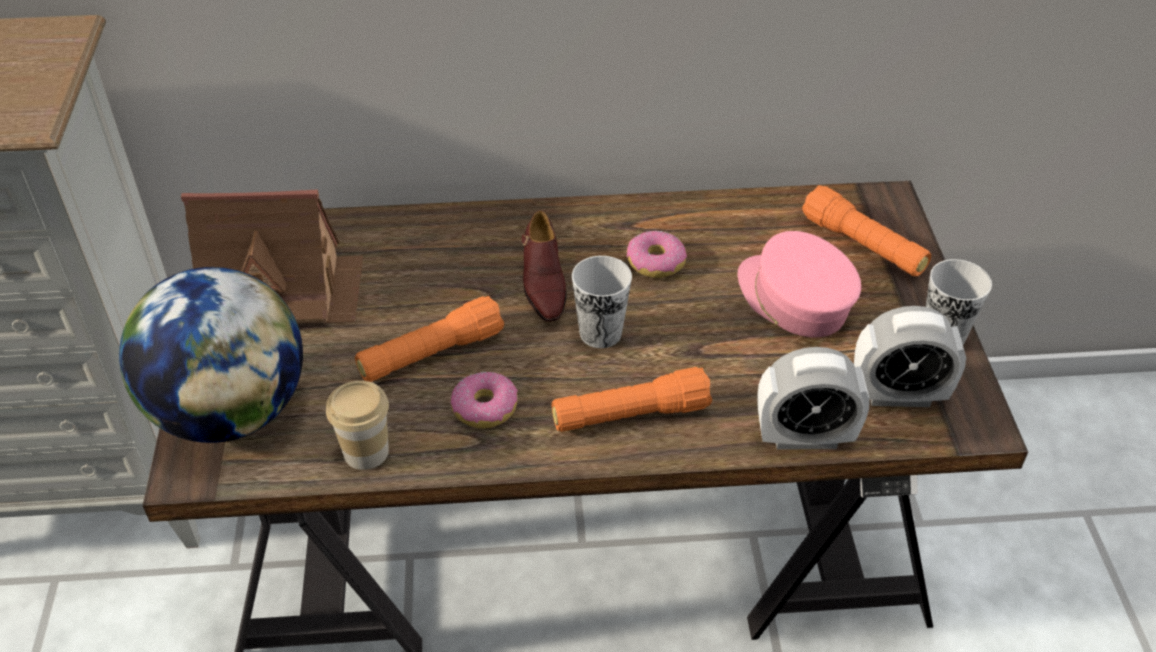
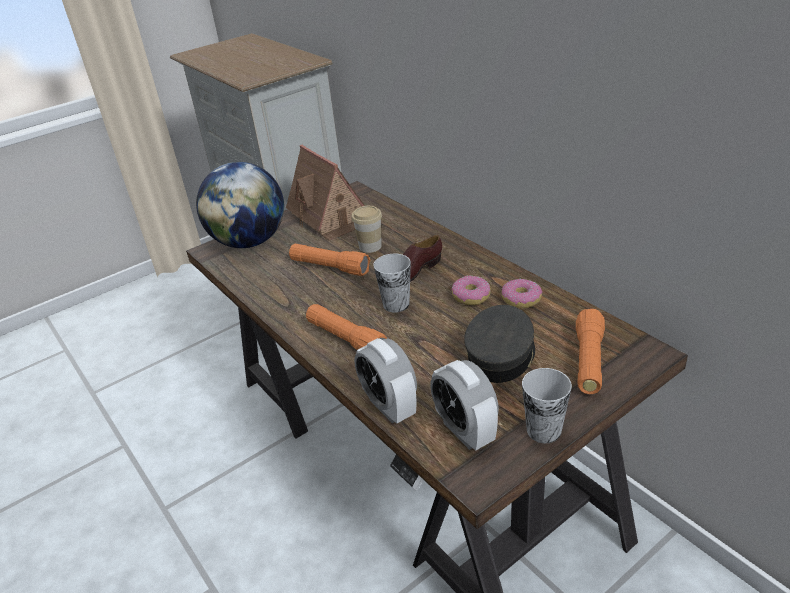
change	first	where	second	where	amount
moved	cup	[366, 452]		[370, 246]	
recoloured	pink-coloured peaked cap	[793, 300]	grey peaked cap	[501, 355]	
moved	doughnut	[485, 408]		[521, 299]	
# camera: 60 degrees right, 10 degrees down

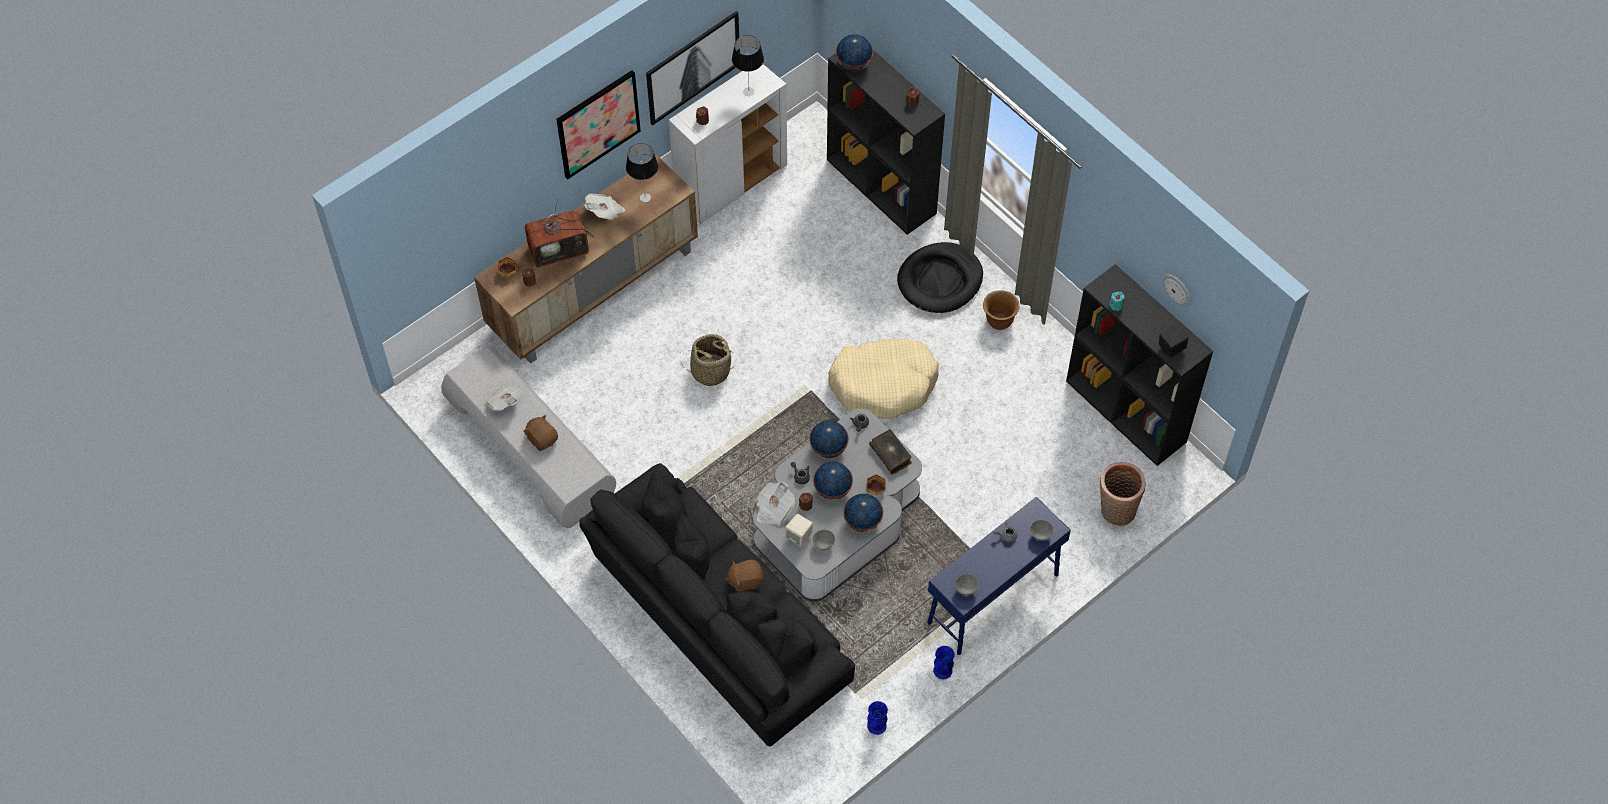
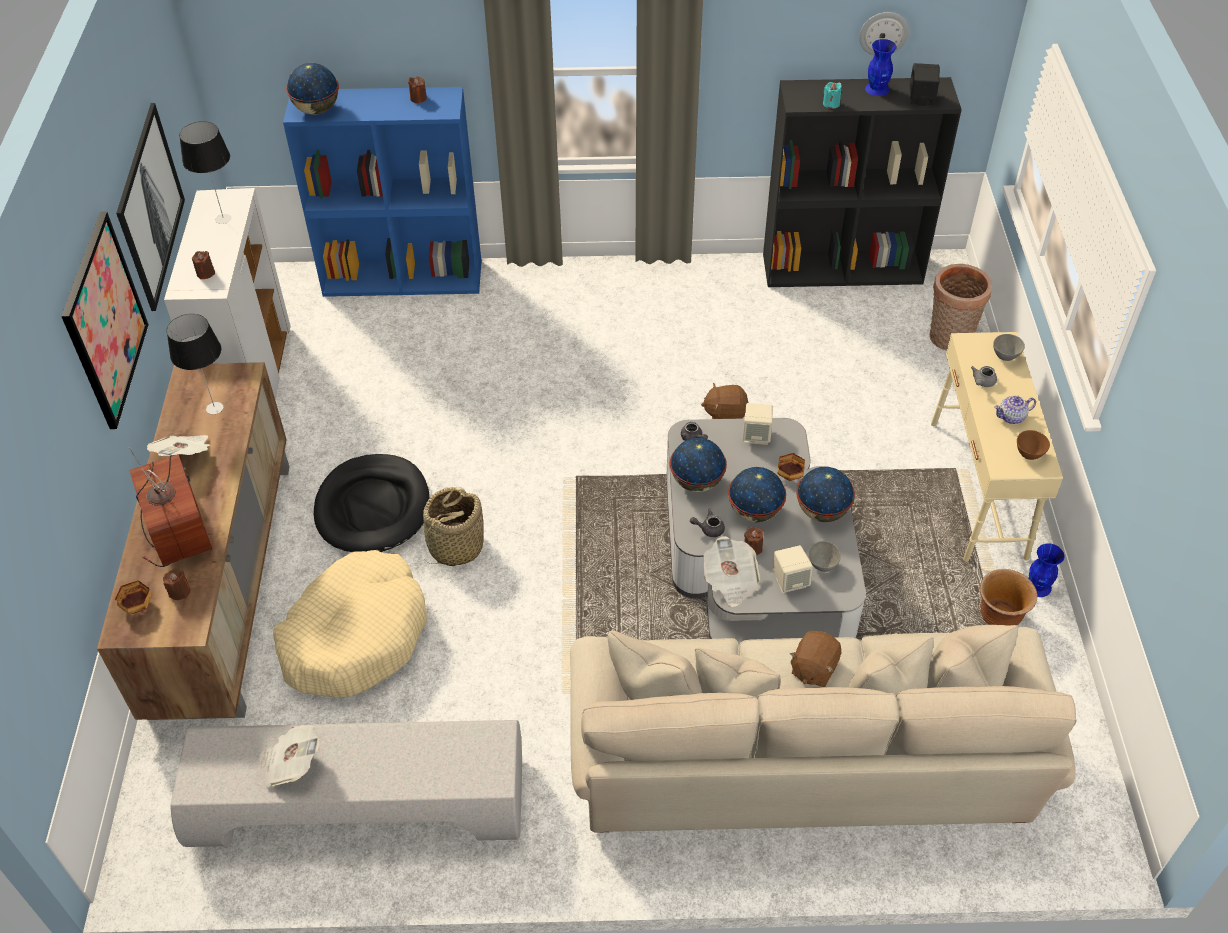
change	first	where	second	where	amount
turned	TV	[560, 248]		[175, 530]	45 degrees counterclockwise
moved	sand-coloured dog bed	[883, 384]		[355, 636]	
recoloured	blackish shelving unit	[882, 186]	blue shelving unit	[404, 277]	
moved	blackish dog bed	[940, 280]		[373, 508]	
recoloured	blackish settee	[718, 623]	sand-coloured settee	[801, 762]	
moved	brownish soft toy	[542, 439]		[725, 413]	
replaced	volume	[891, 454]	sand-coloured loudspeaker	[756, 436]	
moved	blue vase	[876, 726]		[877, 89]	
recoloured	blue hall table	[992, 598]	sand-coloured hall table	[976, 489]	
moved	brownish plant pot	[999, 321]		[999, 618]	
added			teapot	[1011, 417]	
recoloured	grey deep dish	[966, 590]	brownish deep dish	[1029, 455]	
# camera: 50 degrees left, 10 degrees down

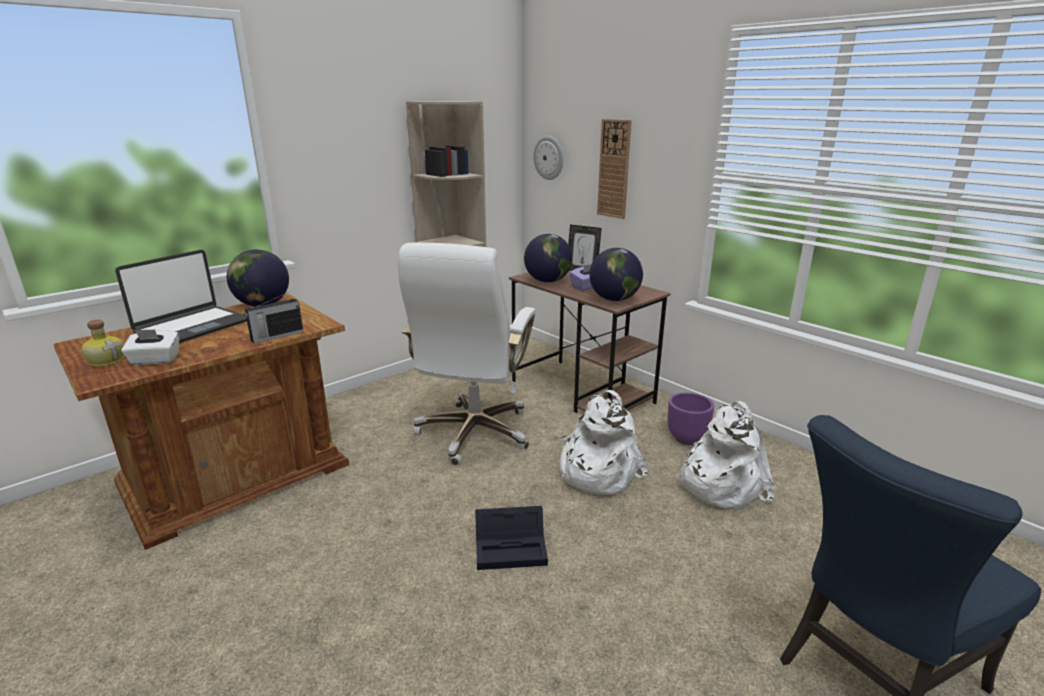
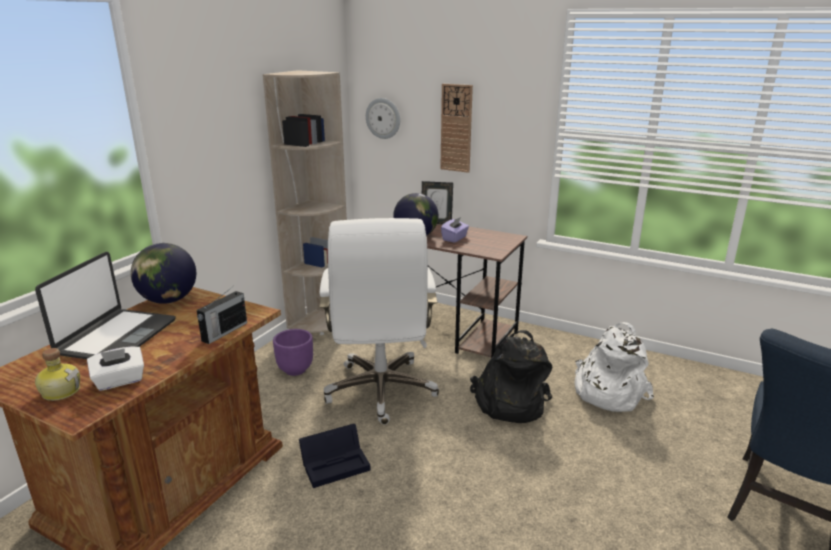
change	first	where	second	where	amount
moved	purple-coloured plant pot	[687, 438]		[295, 369]	
moved	blackish storage box	[512, 547]		[336, 463]	
recoloured	whitish knapsack	[596, 471]	blackish knapsack	[508, 403]	
removed	globe	[614, 299]			
# camera: 20 degrees left, 0 degrees up

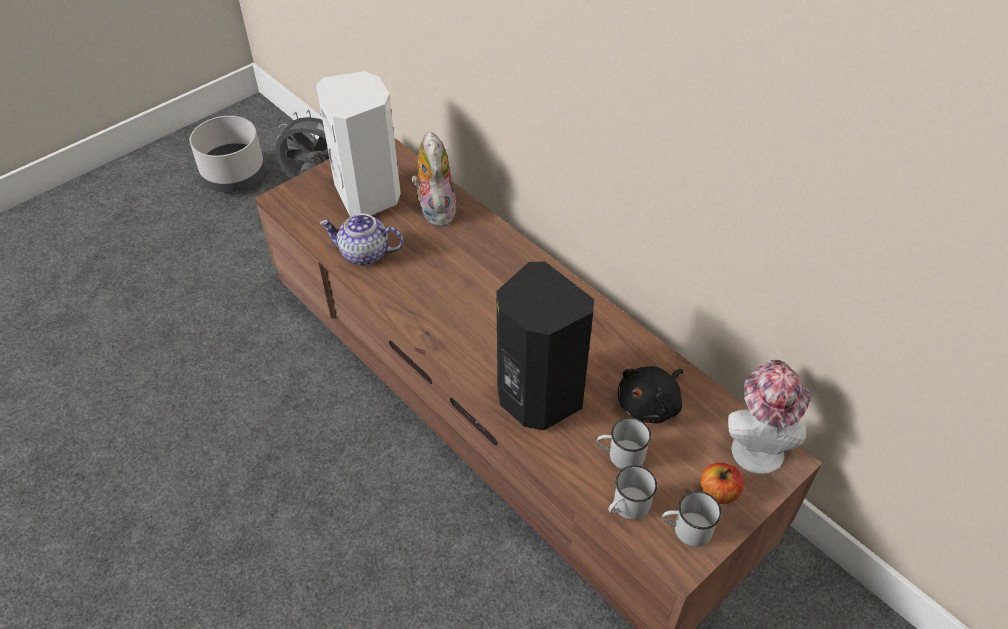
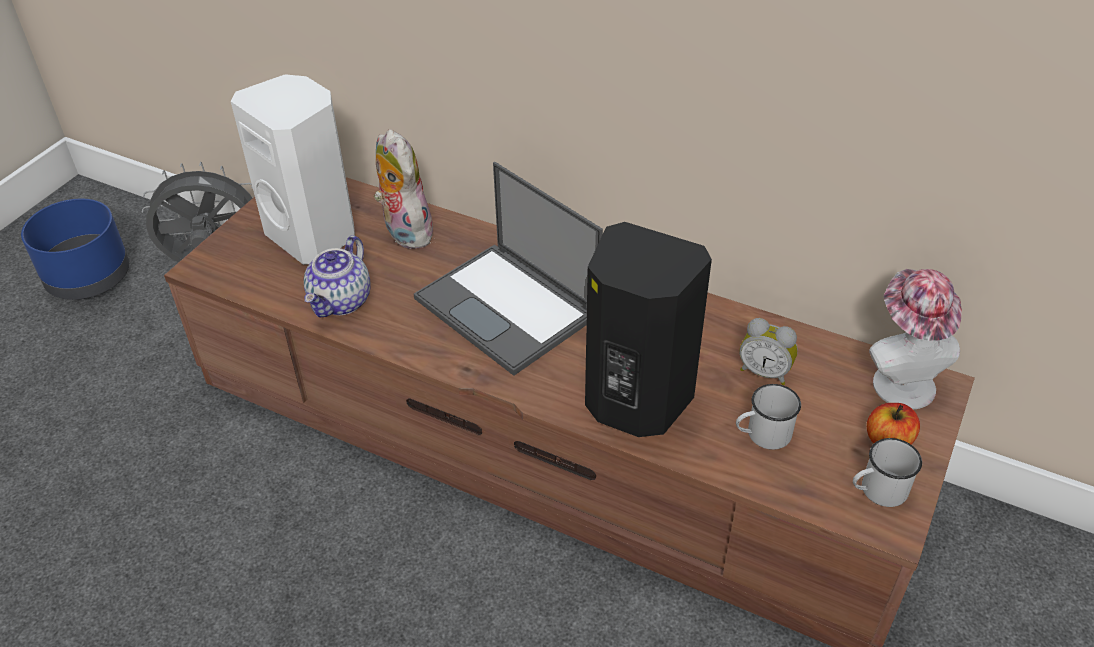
change	first	where	second	where	amount
recoloured	grey plant pot	[234, 176]	blue plant pot	[88, 277]	
turned	teapot	[364, 254]		[341, 301]	60 degrees counterclockwise
added			portable computer	[509, 308]	
replaced	blackish soft toy	[650, 404]	alarm clock	[765, 372]	
removed	whitish tea mug	[627, 507]			
# camera: 20 degrees left, 5 degrees down

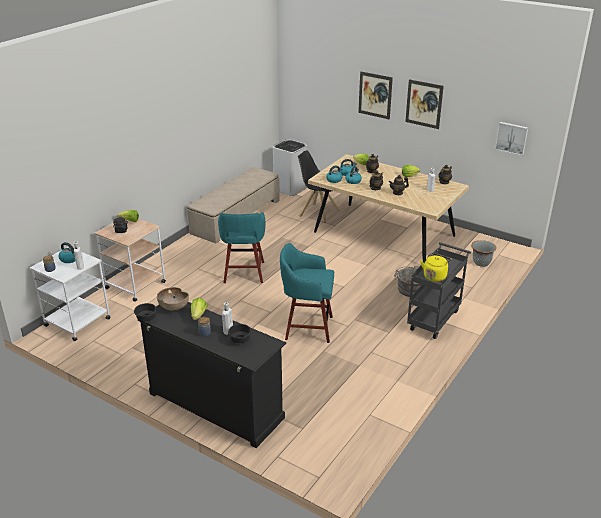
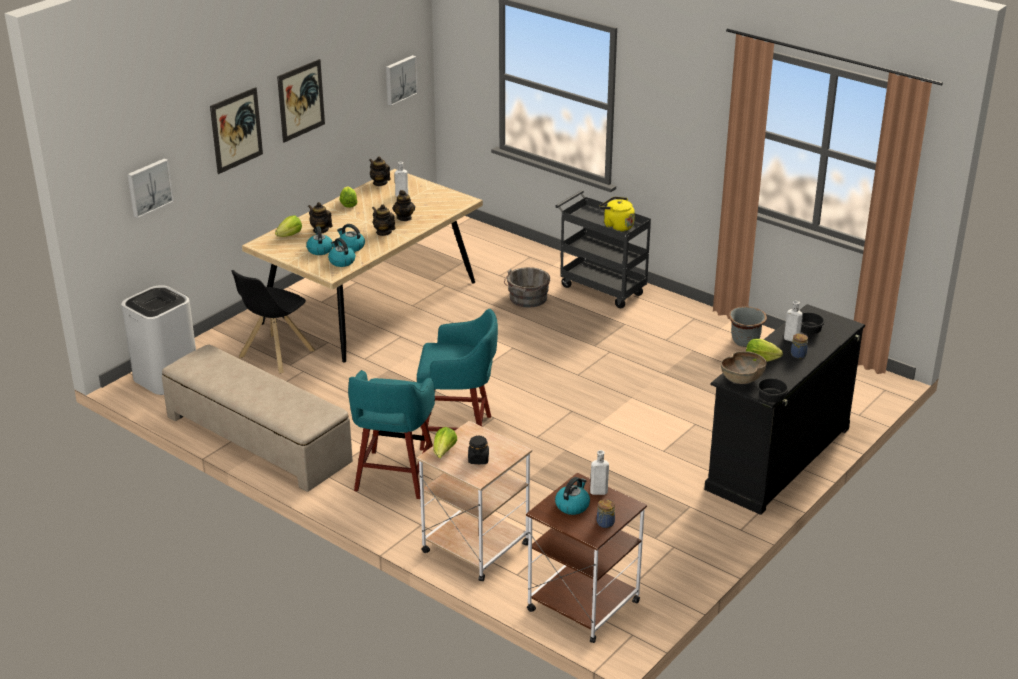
change	first	where	second	where	amount
added			picture	[149, 187]	
moved	turquoise-coloured sitting stool	[307, 327]		[394, 476]	
recoloured	whitish wheeled cart	[78, 321]	brownish wheeled cart	[582, 604]	
moved	grey plant pot	[481, 263]		[745, 342]	
# camera: 85 degrees left, 0 degrees up

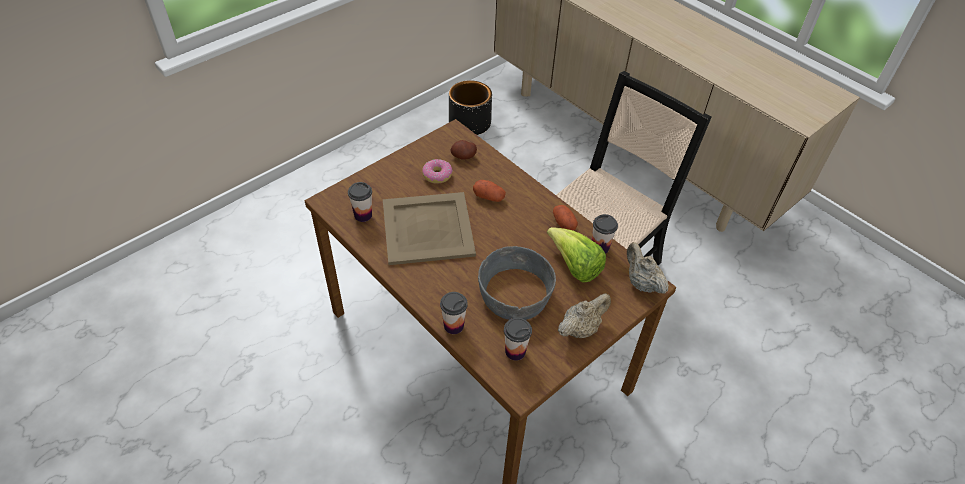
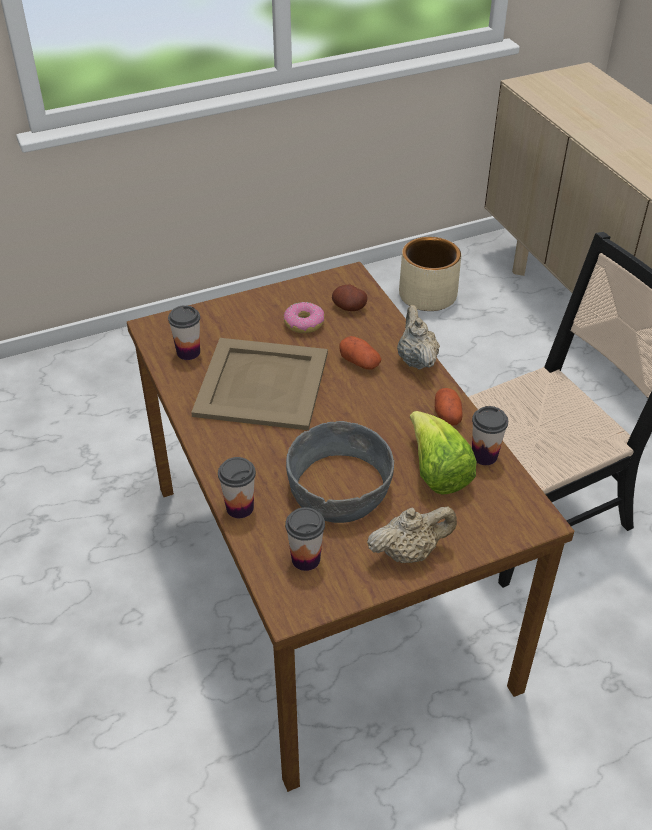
change	first	where	second	where	amount
moved	sand-coloured teapot	[641, 283]		[416, 359]	
recoloured	blackish plant pot	[469, 123]	sand-coloured plant pot	[427, 295]	
# camera: 20 degrees right, 5 degrees down

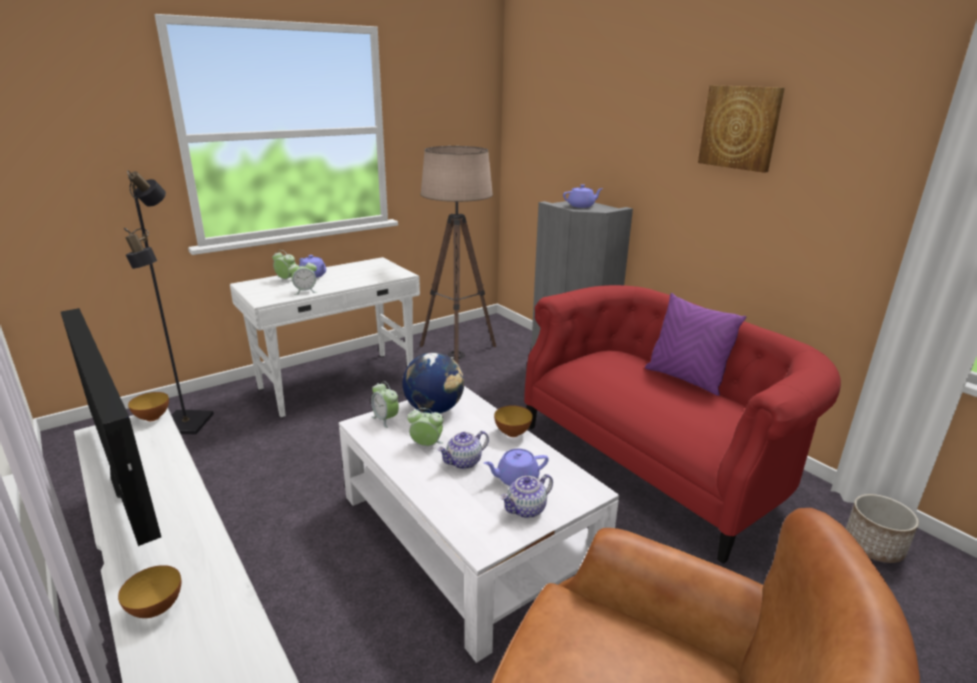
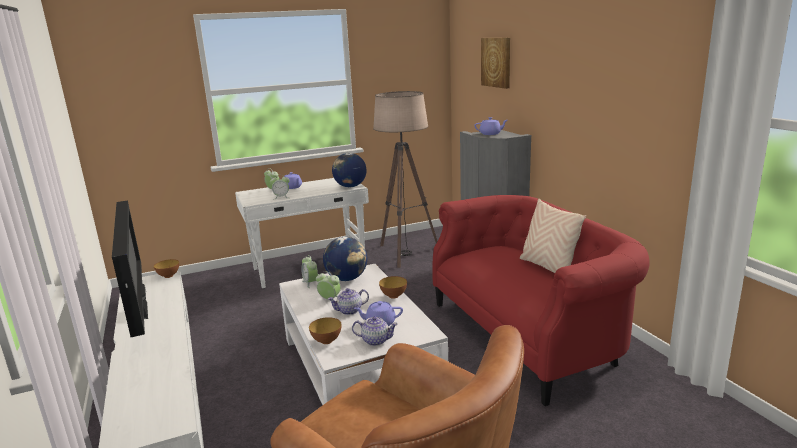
change	first	where	second	where	amount
moved	deep dish	[156, 609]		[326, 341]	
added			globe	[350, 186]	
turned	teapot	[526, 509]		[376, 340]	150 degrees counterclockwise
moved	picture	[740, 127]		[496, 62]	
recoloured	purple-coloured cushion	[685, 379]	sand-coloured cushion	[548, 267]	
removed	blackish standard lamp	[186, 423]			
removed	plant pot	[873, 546]			
# camera: 15 degrees right, 5 degrees down

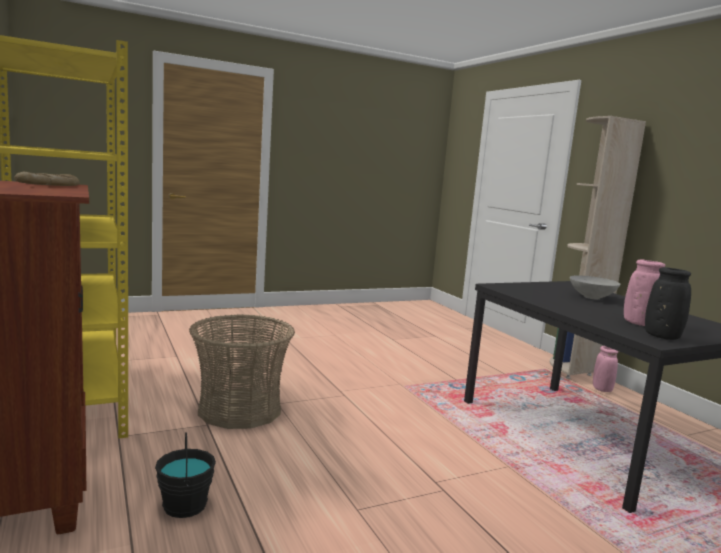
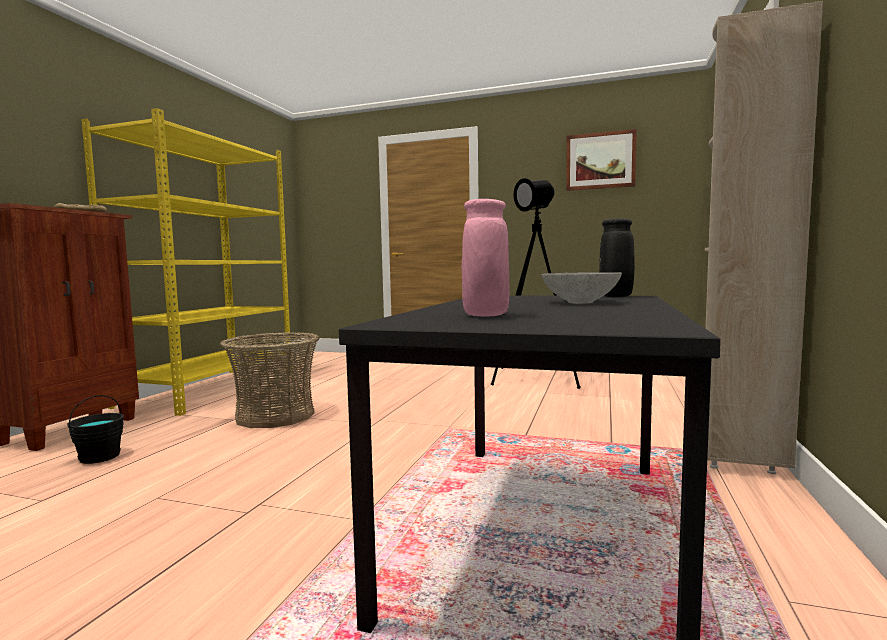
change	first	where	second	where	amount
added			blackish standard lamp	[536, 377]	
added			picture	[600, 161]	
moved	blackish vase	[662, 336]		[615, 296]	
removed	pink-coloured vase	[602, 389]			
# camera: 45 degrees right, 5 degrees down

